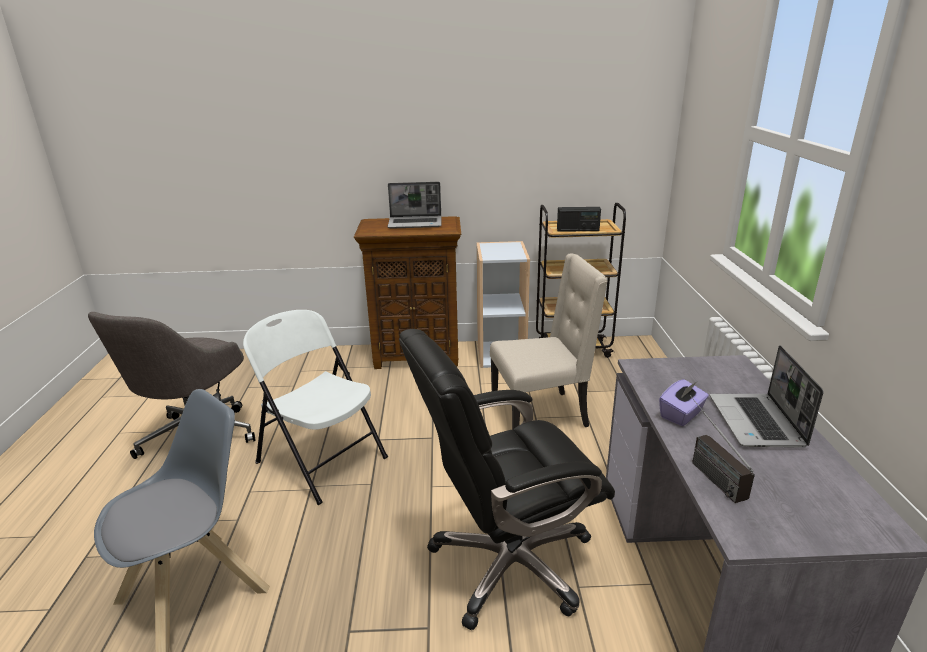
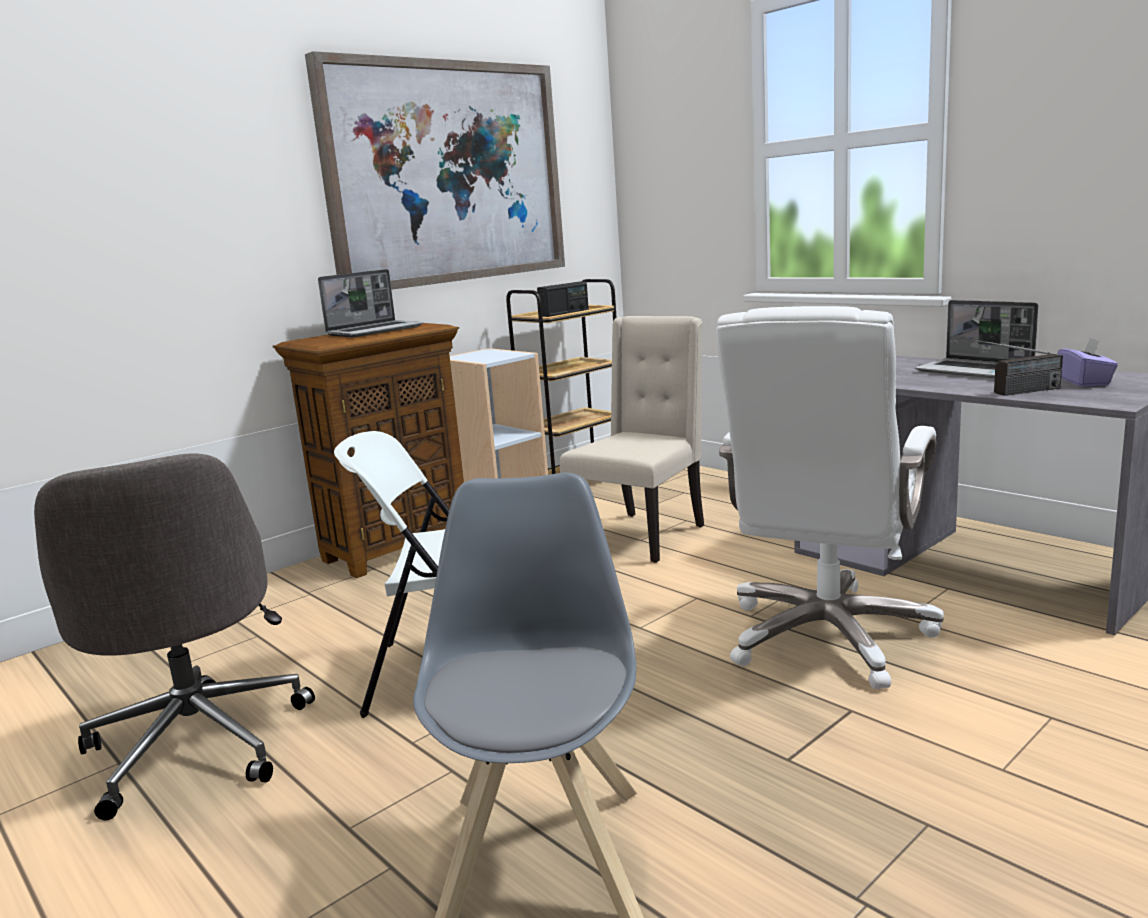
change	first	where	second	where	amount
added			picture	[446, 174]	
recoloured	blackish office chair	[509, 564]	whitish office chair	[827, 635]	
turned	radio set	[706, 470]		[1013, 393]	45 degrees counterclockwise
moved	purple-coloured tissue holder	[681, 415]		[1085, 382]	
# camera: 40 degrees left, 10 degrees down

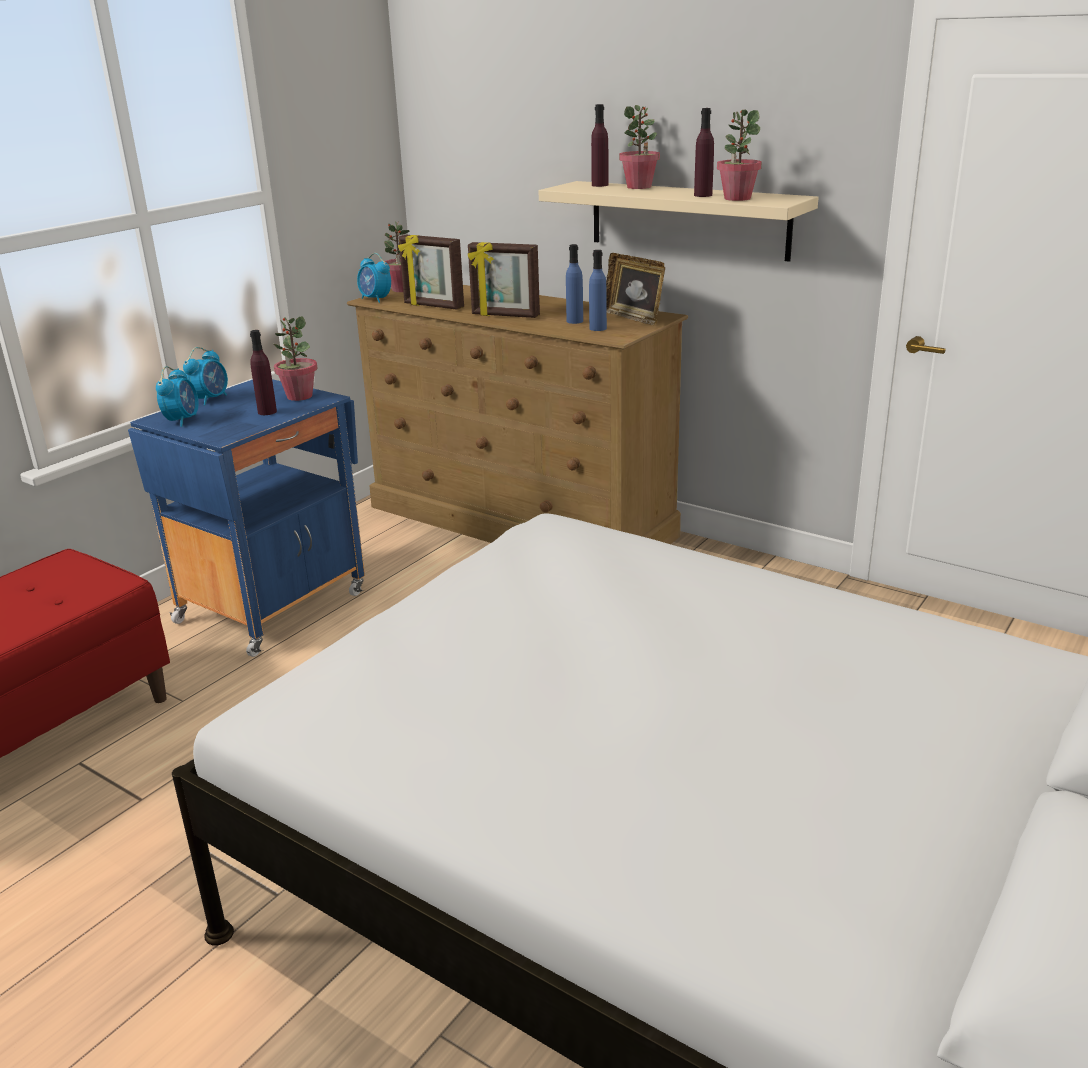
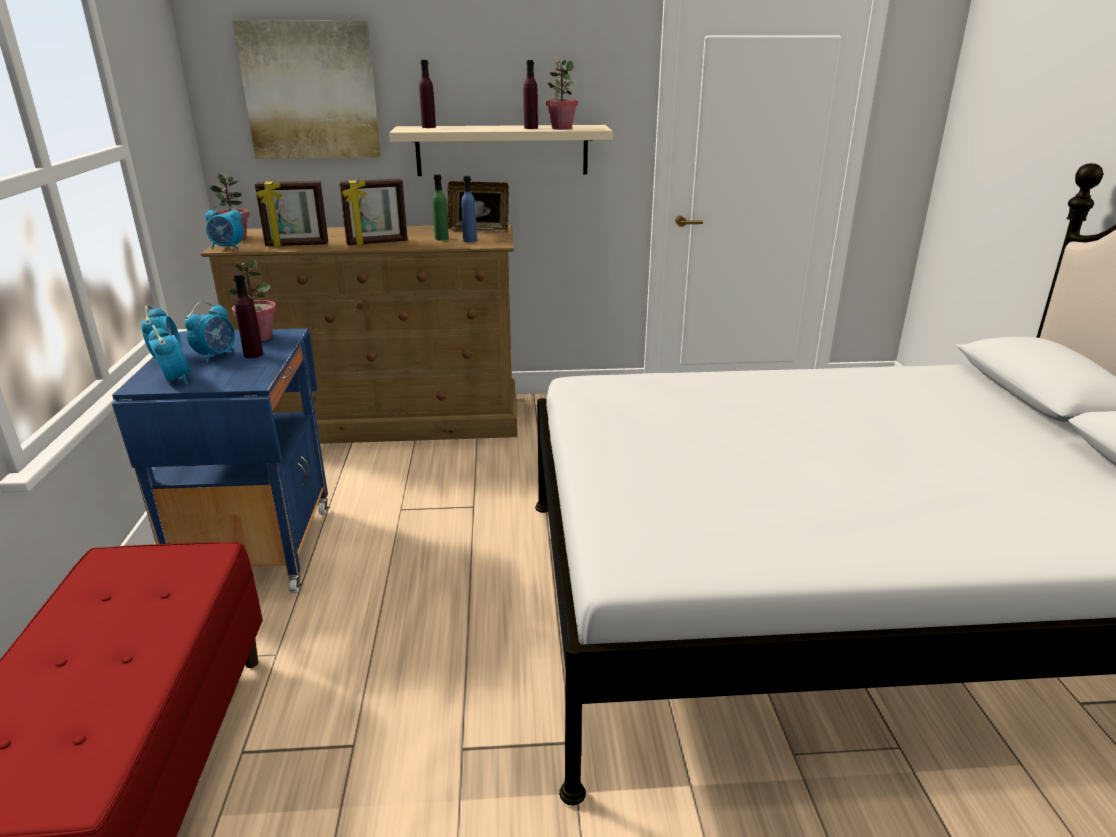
change	first	where	second	where	amount
added			alarm clock	[216, 355]	
added			picture	[310, 91]	
recoloured	blue bottle	[574, 321]	greenish bottle	[441, 238]	
removed	houseplant	[639, 187]			
# camera: 40 degrees left, 0 degrees up

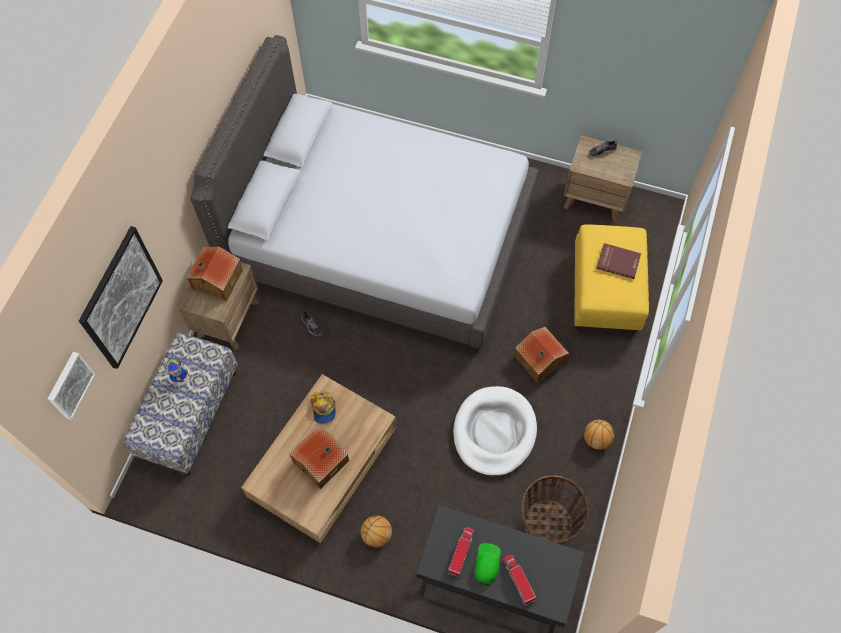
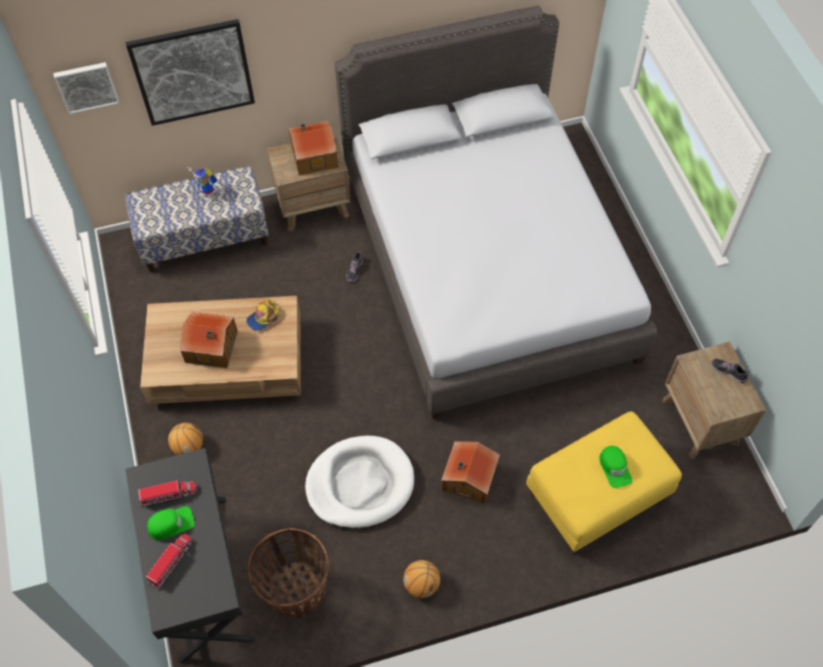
change	first	where	second	where	amount
replaced	red volume	[618, 261]	greenish peaked cap	[614, 468]	
# camera: 55 degrees right, 5 degrees down

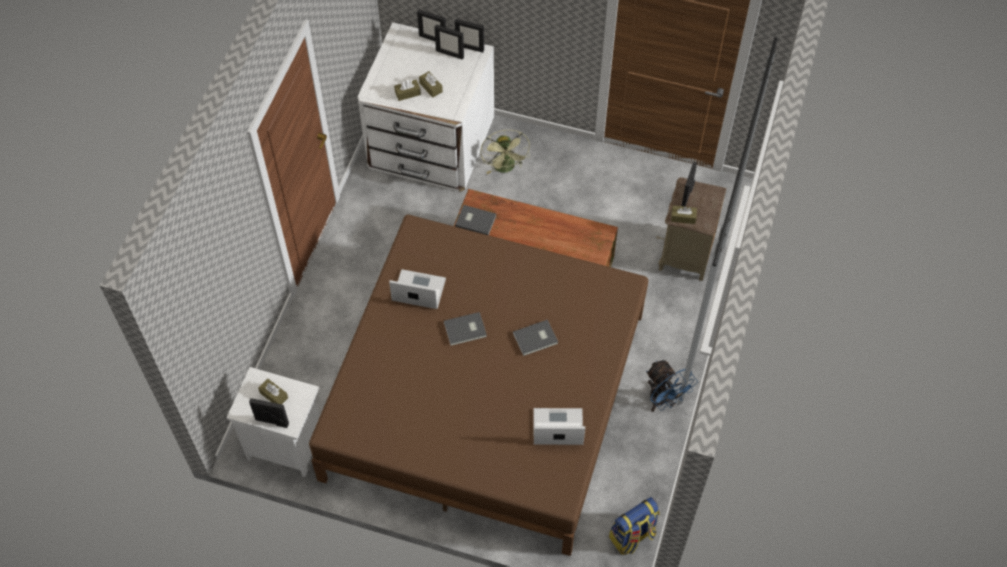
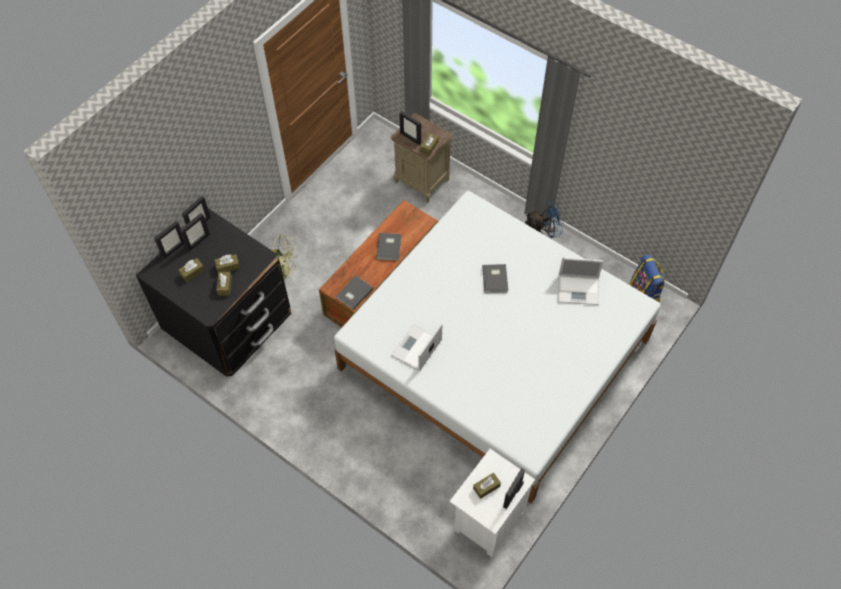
change	first	where	second	where	amount
recoloured	whitish chest of drawers	[431, 143]	blackish chest of drawers	[229, 320]	
added			brownish tissue holder	[192, 272]	
recoloured	brownish bedroom bed	[485, 395]	whitish bedroom bed	[494, 354]	
moved	grey volume	[466, 330]		[390, 247]	
turned	portable computer	[556, 427]		[579, 289]	105 degrees counterclockwise
# camera: 70 degrees left, 0 degrees up

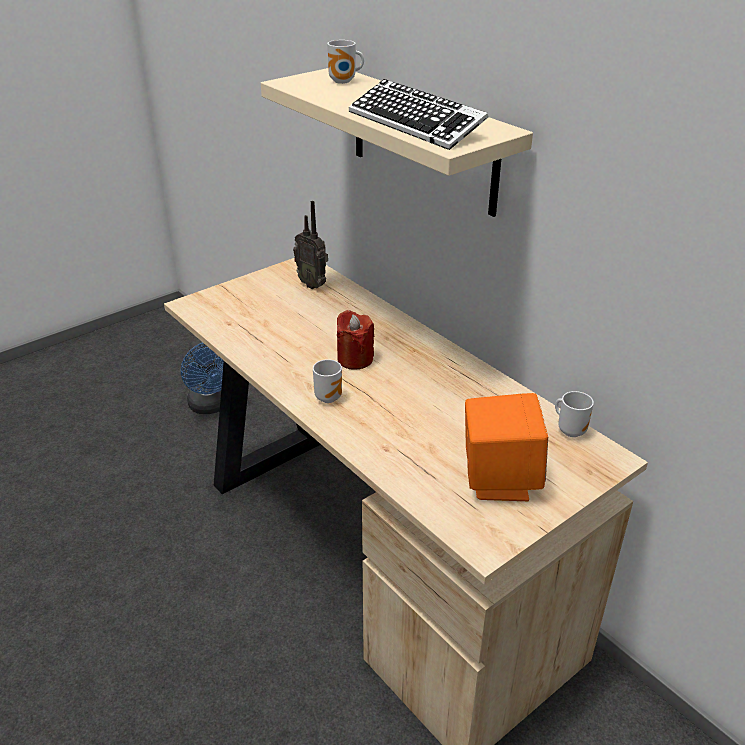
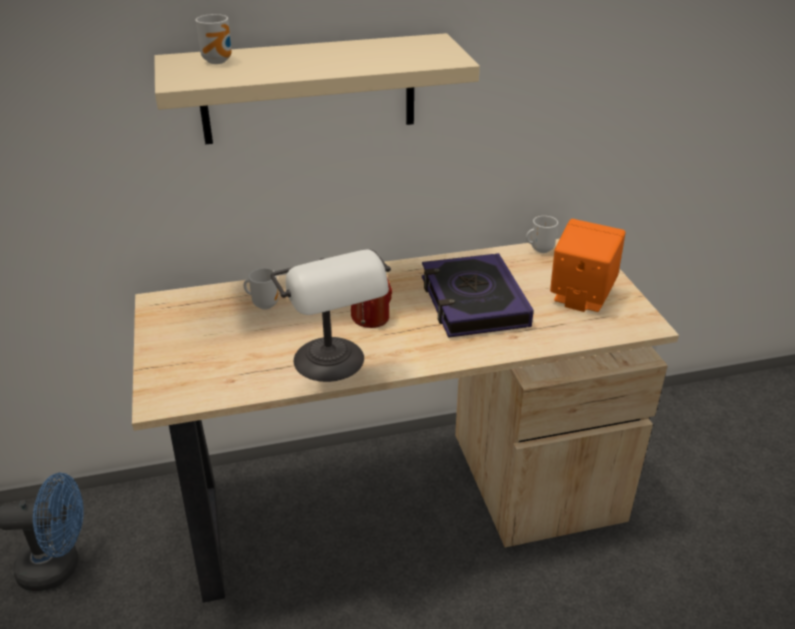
change	first	where	second	where	amount
moved	tea mug	[329, 397]		[264, 304]	
added			table lamp	[336, 367]	
added			volume	[473, 302]	
removed	radio set	[313, 284]			
removed	PC keyboard	[415, 124]			
# camera: 65 degrees left, 0 degrees up

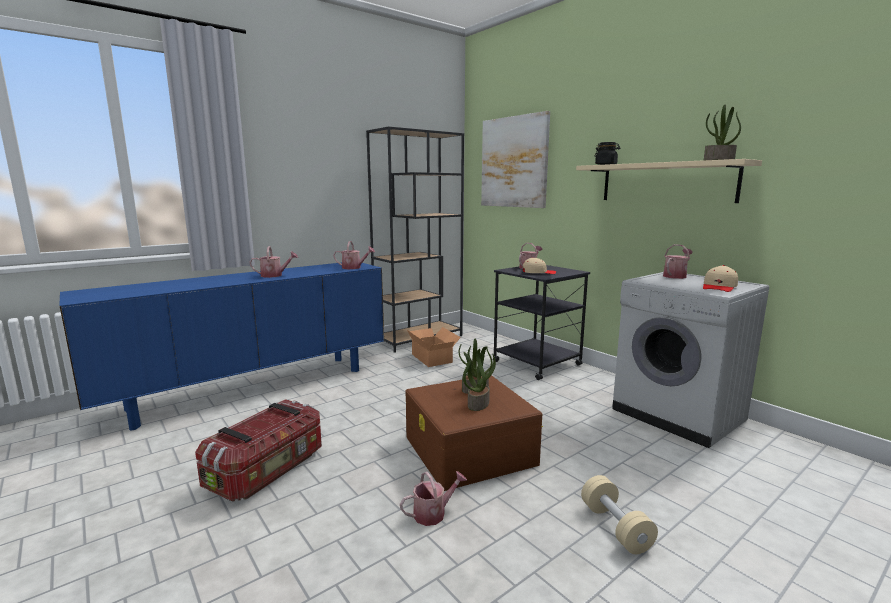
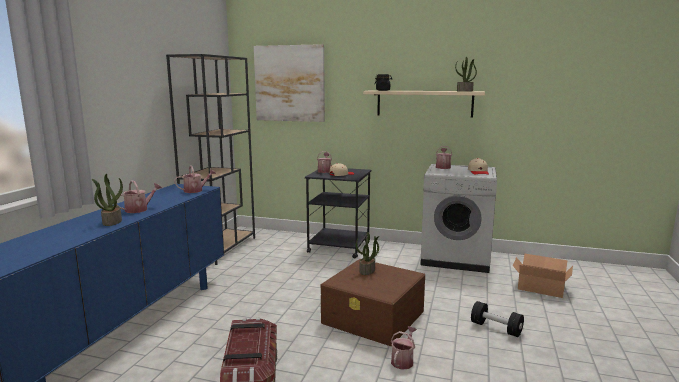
change	first	where	second	where	amount
moved	houseplant	[478, 404]		[111, 222]	
recoloured	sand-coloured dumbbell	[615, 527]	blackish dumbbell	[496, 328]	
moved	cardboard box	[433, 358]		[540, 287]	
# camera: 35 degrees left, 0 degrees up

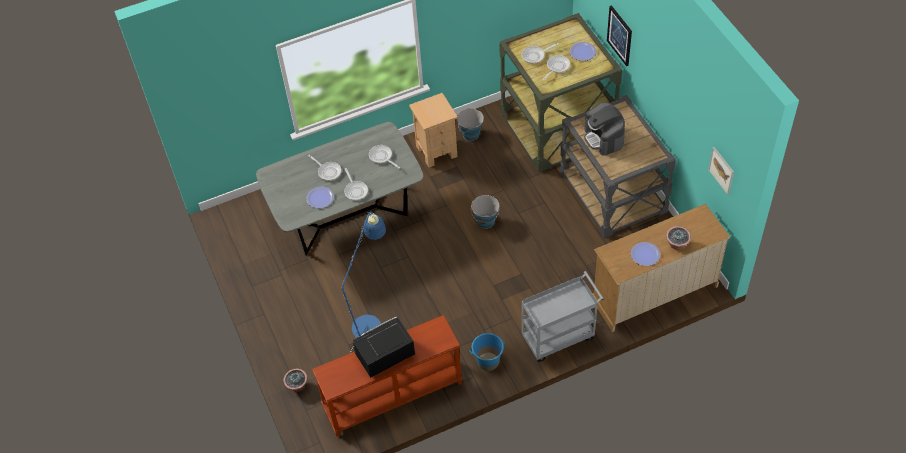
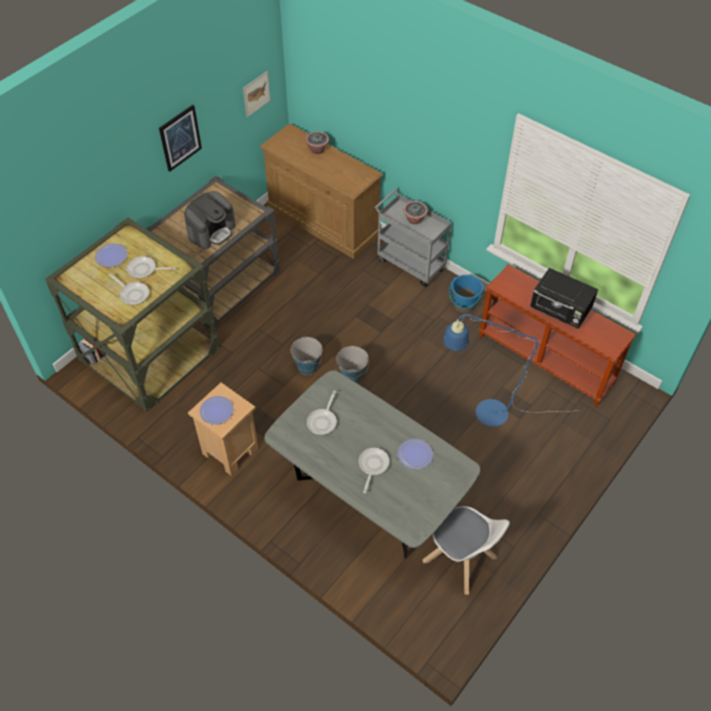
change	first	where	second	where	amount
moved	picture	[620, 35]		[180, 138]	
moved	dinner plate	[645, 254]		[216, 410]	
moved	bucket	[471, 134]		[352, 376]	
moved	houseplant	[297, 386]		[414, 220]	
added			plain chair	[461, 561]	
removed	skillet	[355, 190]			
# camera: 120 degrees left, 0 degrees up

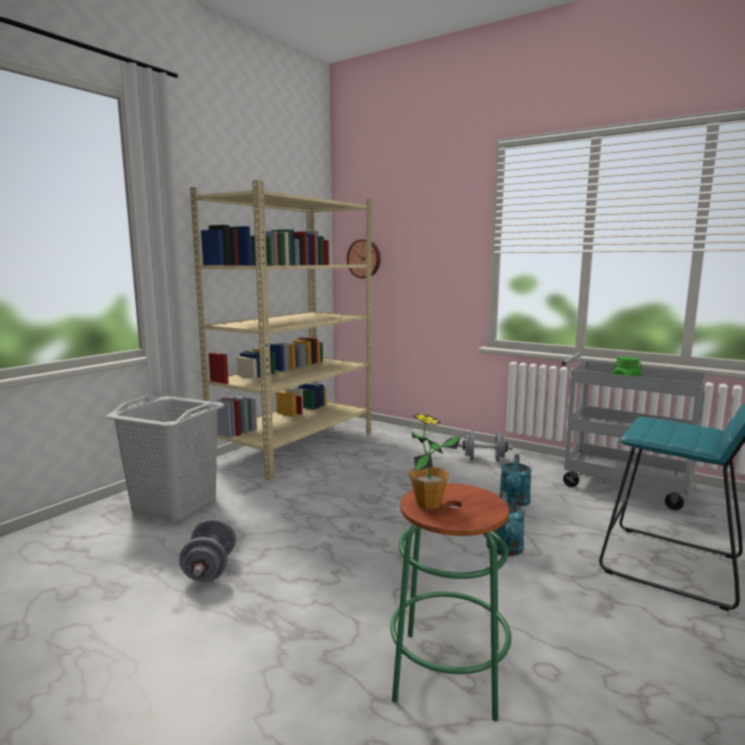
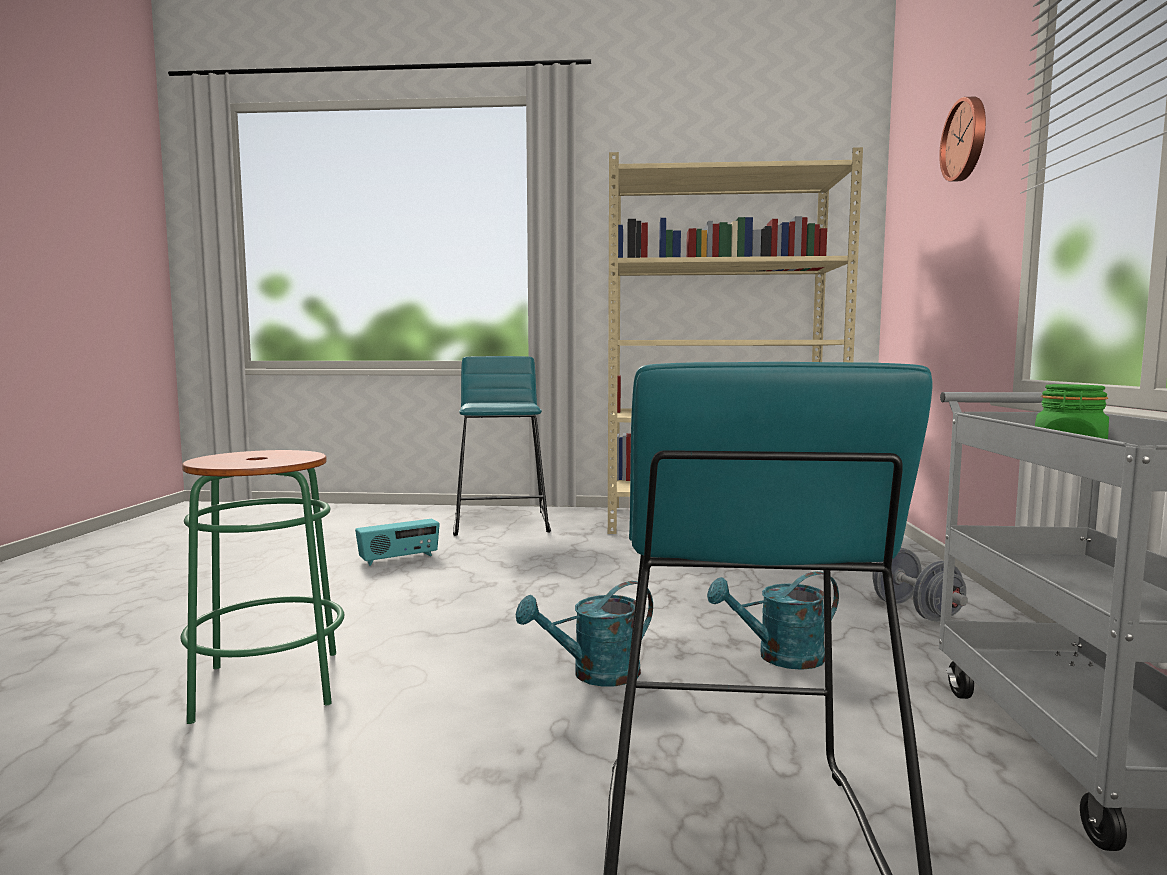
change	first	where	second	where	amount
replaced	grey dumbbell	[210, 569]	radio set	[399, 559]	
replaced	grey washing basket	[175, 505]	turquoise-coloured sitting stool	[502, 522]	
moved	wall clock	[364, 258]		[966, 139]	
removed	houseplant	[428, 504]			
# camera: 60 degrees right, 5 degrees down

